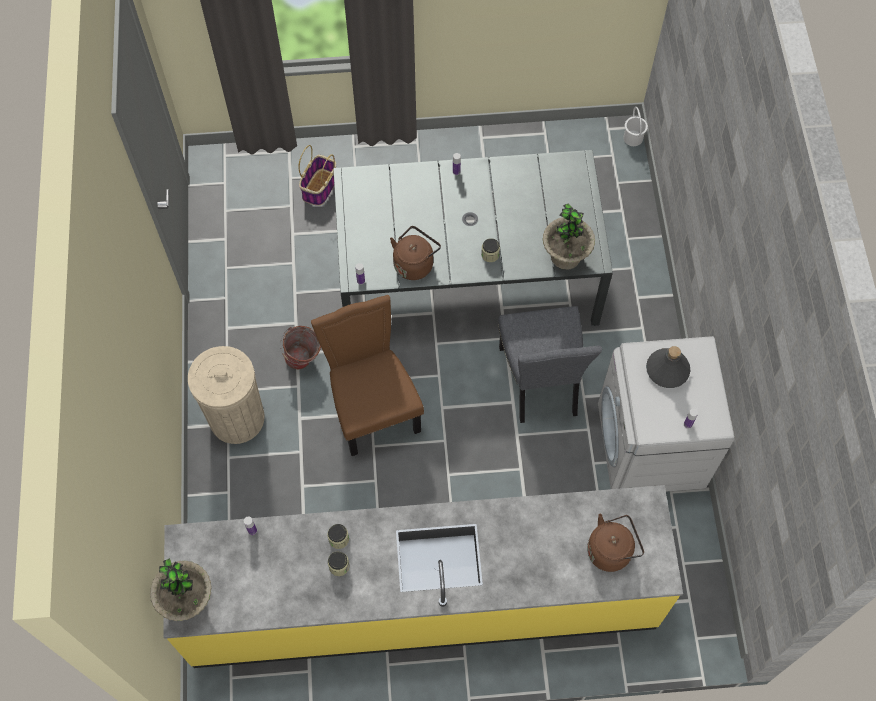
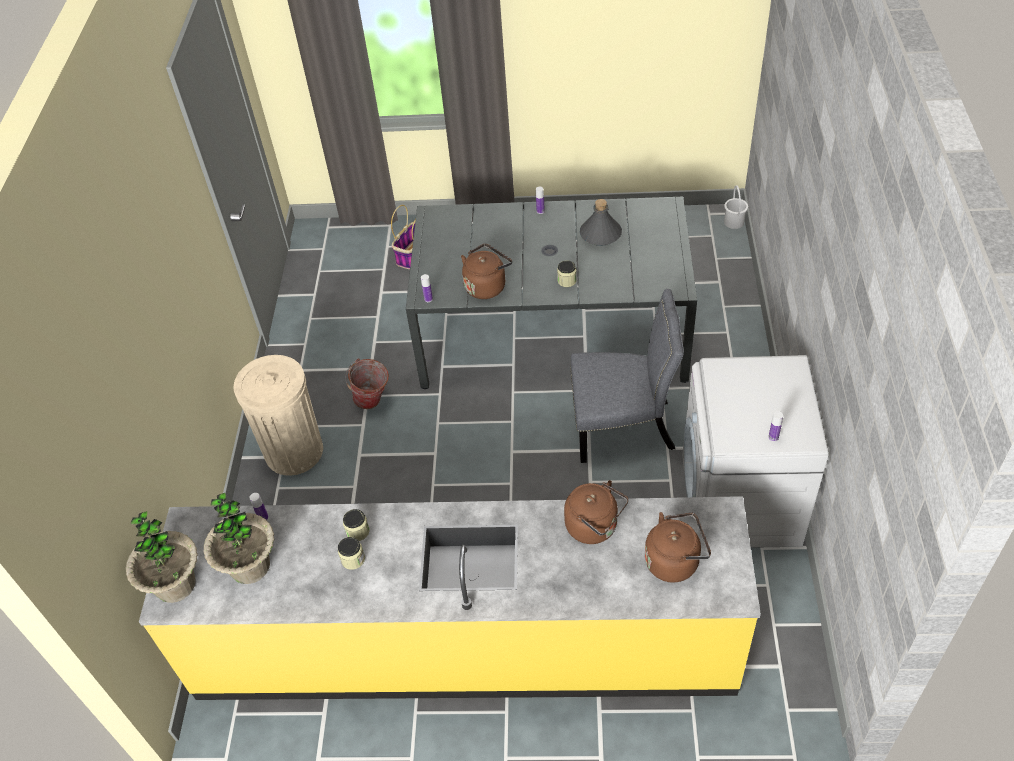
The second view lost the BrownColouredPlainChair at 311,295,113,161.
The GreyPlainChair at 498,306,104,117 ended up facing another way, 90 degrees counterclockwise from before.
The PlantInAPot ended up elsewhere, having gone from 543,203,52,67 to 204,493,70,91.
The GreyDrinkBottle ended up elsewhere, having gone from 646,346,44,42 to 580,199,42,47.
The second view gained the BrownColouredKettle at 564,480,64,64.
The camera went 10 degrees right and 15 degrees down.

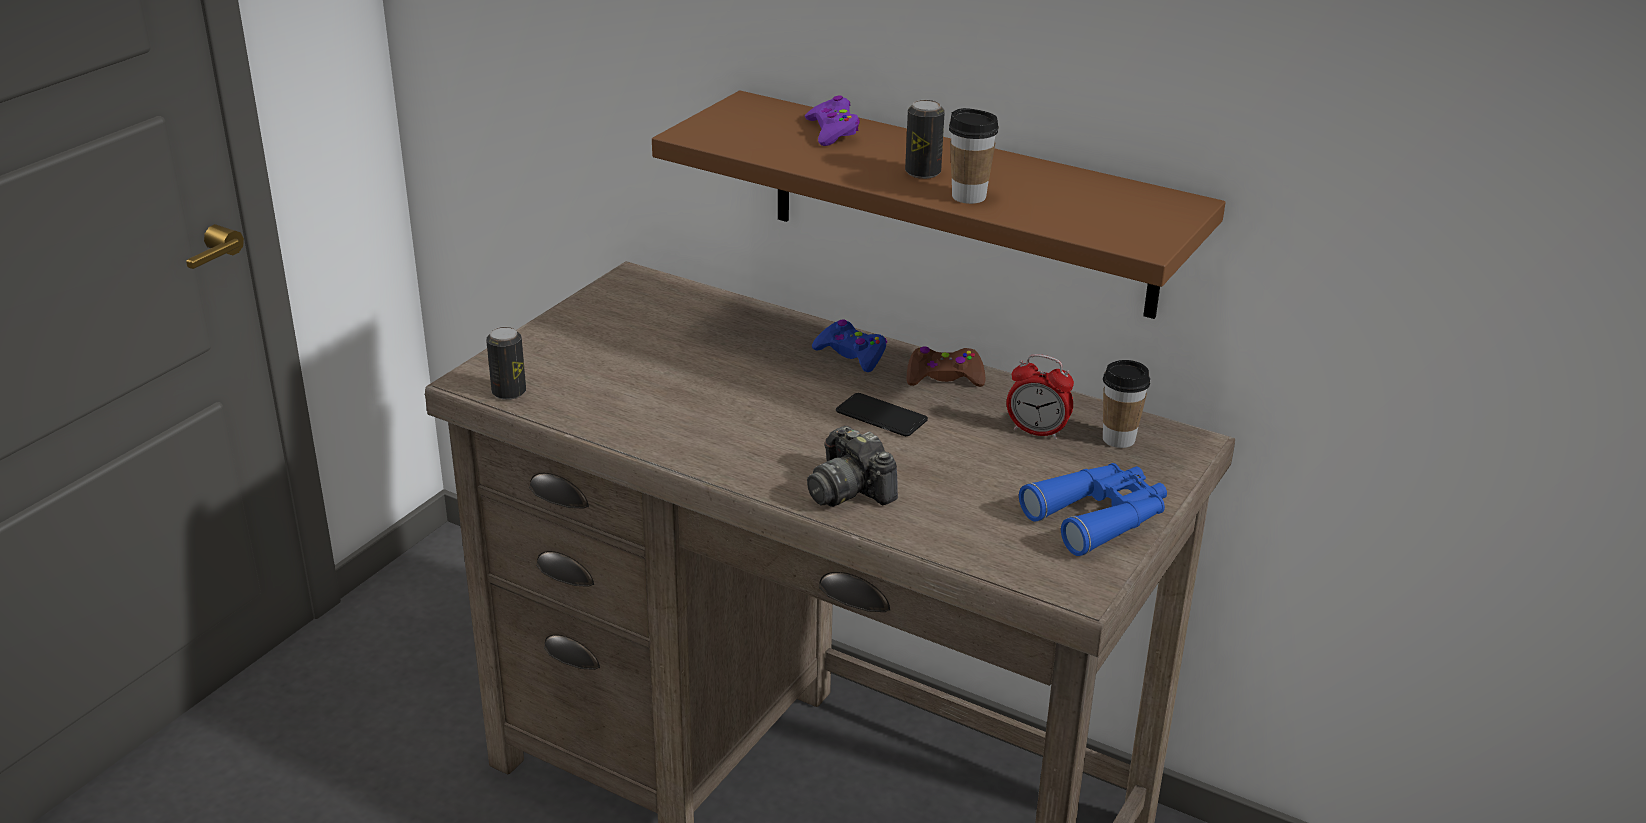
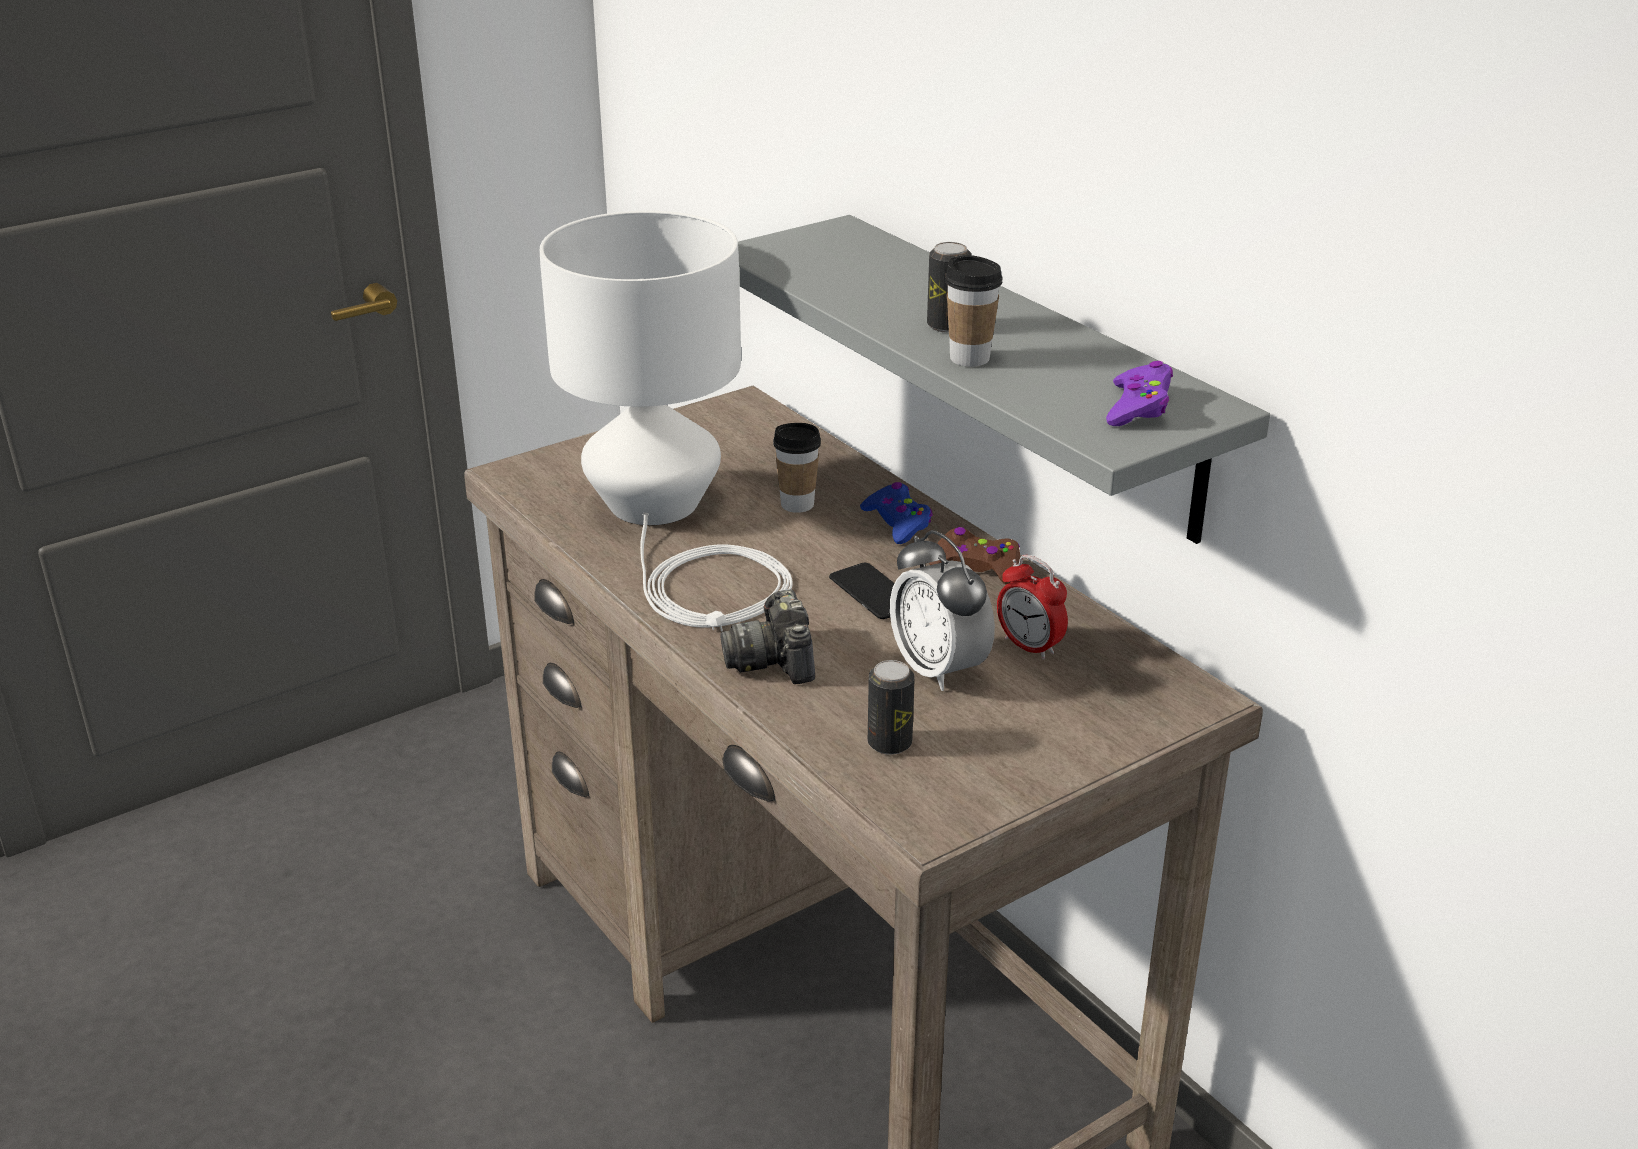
The Can ended up elsewhere, having gone from 486,327,40,73 to 868,660,47,95.
What was the BrownColouredShelf at 652,91,574,228 turned into the GreyShelf at 738,215,532,329.
The PurplishGamepad ended up elsewhere, having gone from 805,95,55,51 to 1106,361,67,65.
The second view lost the BlueFieldGlasses at 1019,463,148,93.
The DrinkingCup ended up elsewhere, having gone from 1103,360,47,88 to 773,423,48,90.
The second view gained the WhitishTableLamp at 540,211,252,420.
The second view gained the BedsideClock at 890,530,105,161.
The camera went 25 degrees right and 0 degrees up.

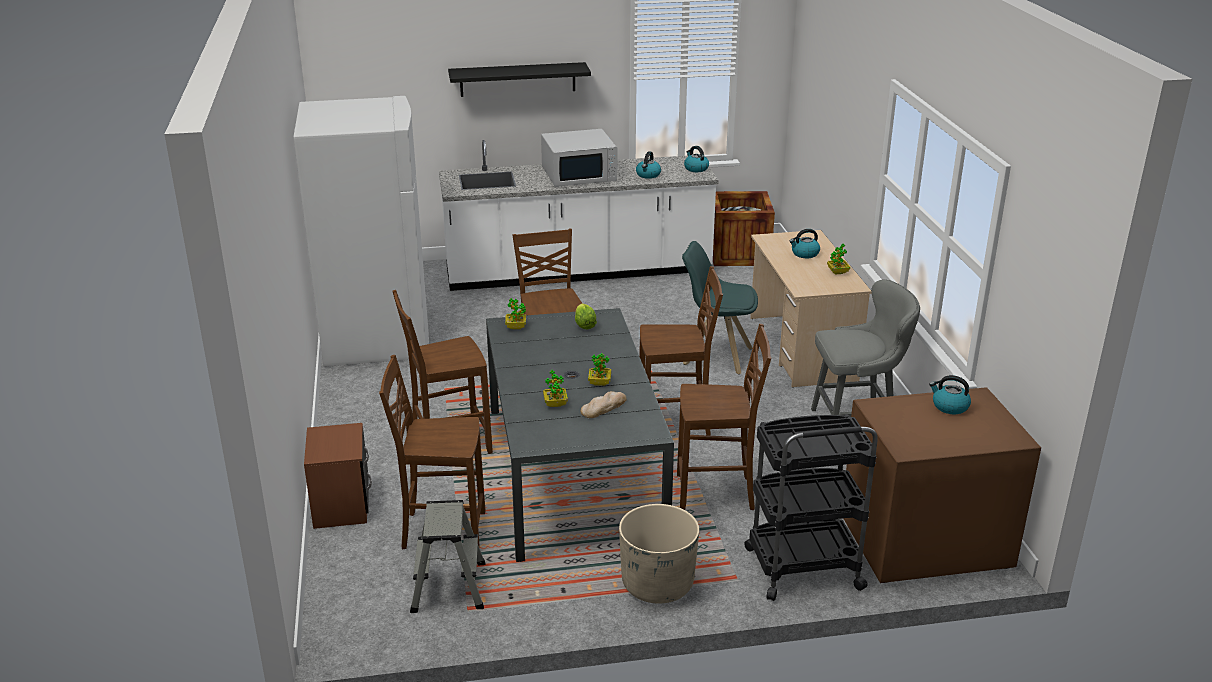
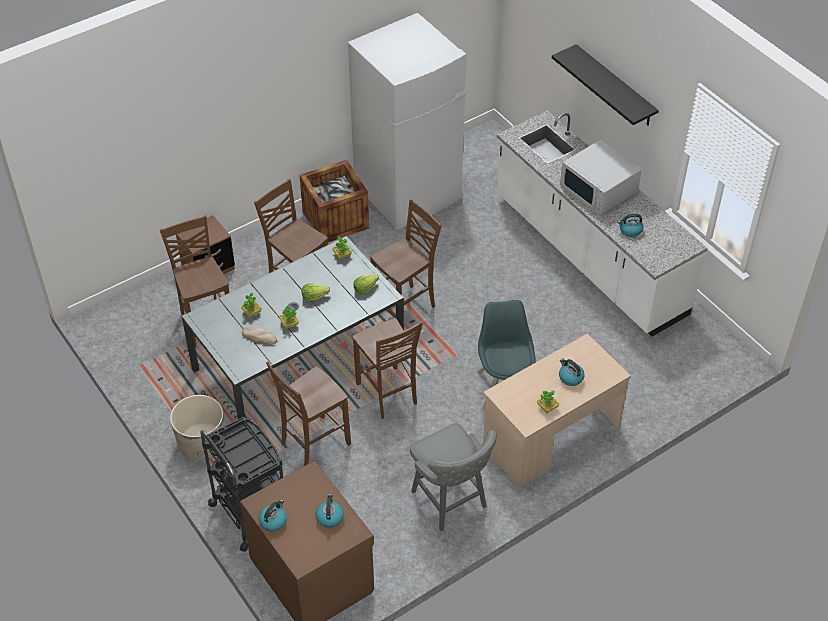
The second view lost the GreyStepladder at 410,500,76,113.
The BrownColouredPlainChair at 677,324,94,186 ended up facing another way, 75 degrees clockwise from before.
The Kettle ended up elsewhere, having gone from 684,146,25,26 to 259,499,28,32.
The PackingCrate ended up elsewhere, having gone from 713,191,62,75 to 299,160,70,82.
The second view gained the HeadOfLettuce at 302,284,28,17.
The camera went 65 degrees right and 20 degrees up.

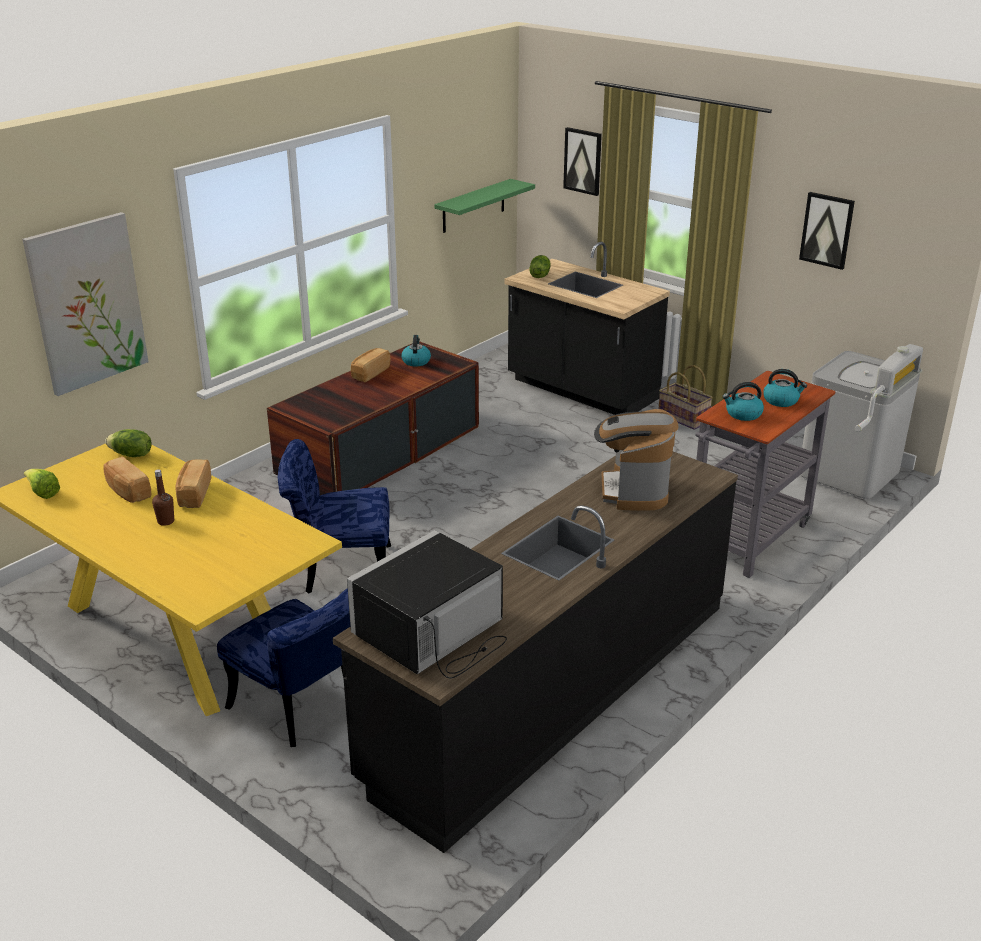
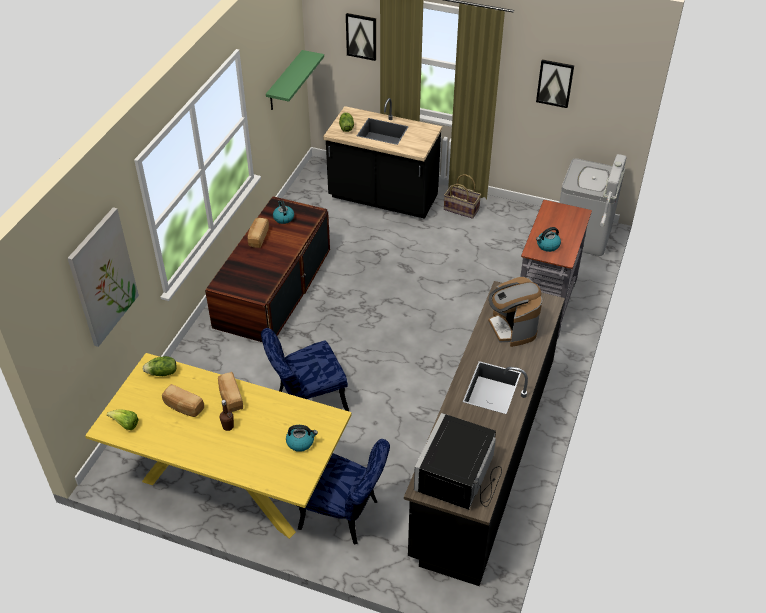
The Kettle ended up elsewhere, having gone from 763,369,44,38 to 286,425,32,27.
The camera went 20 degrees left and 15 degrees up.

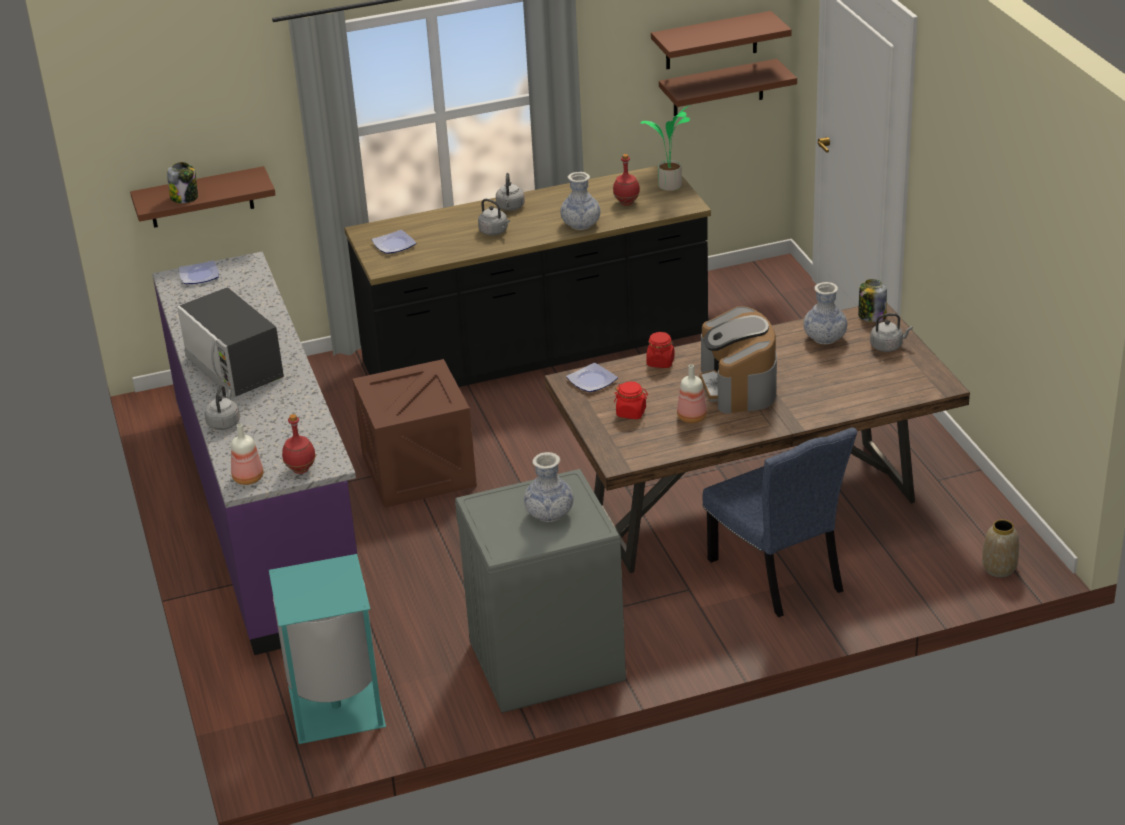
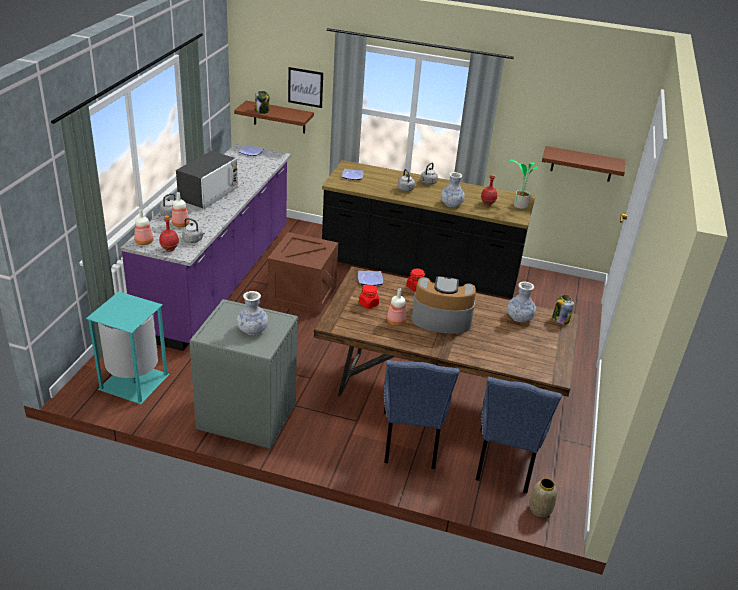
The KitchenMicrowave at 177,287,107,111 ended up facing another way, 150 degrees counterclockwise from before.
The second view lost the BrownColouredShelf at 651,11,141,58.
The CoffeeMaker at 700,306,77,108 ended up facing another way, 75 degrees clockwise from before.
The GreyKettle ended up elsewhere, having gone from 870,313,43,39 to 182,218,23,25.
The second view gained the DrinkBottle at 172,192,18,36.
The second view gained the Picture at 288,67,35,41.
The second view gained the BluePlainChair at 476,377,86,116.
The camera went 30 degrees right and 0 degrees up.

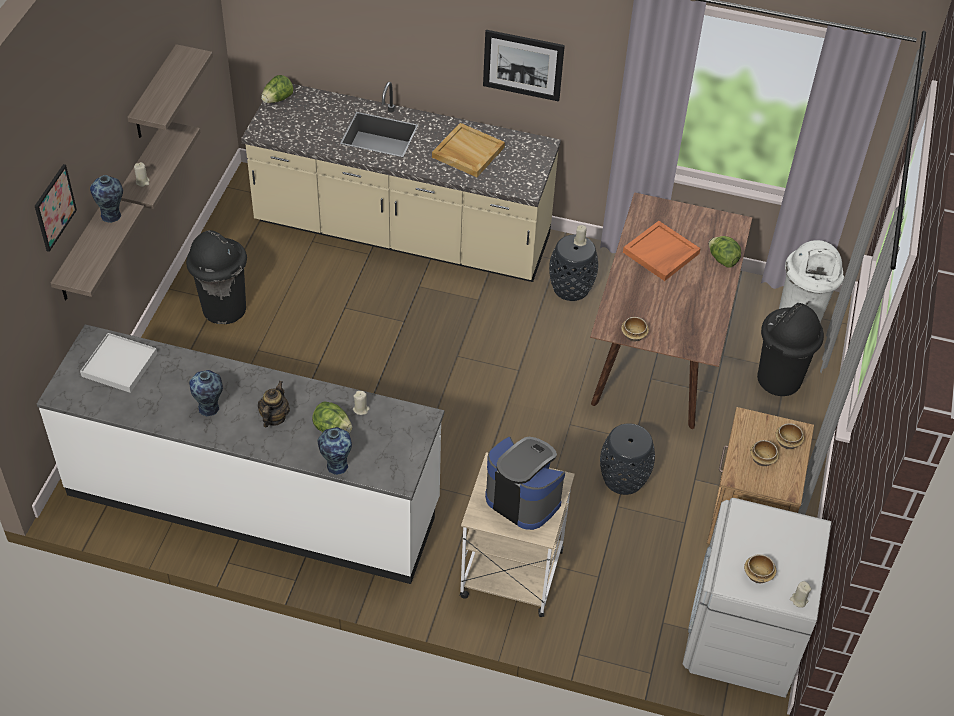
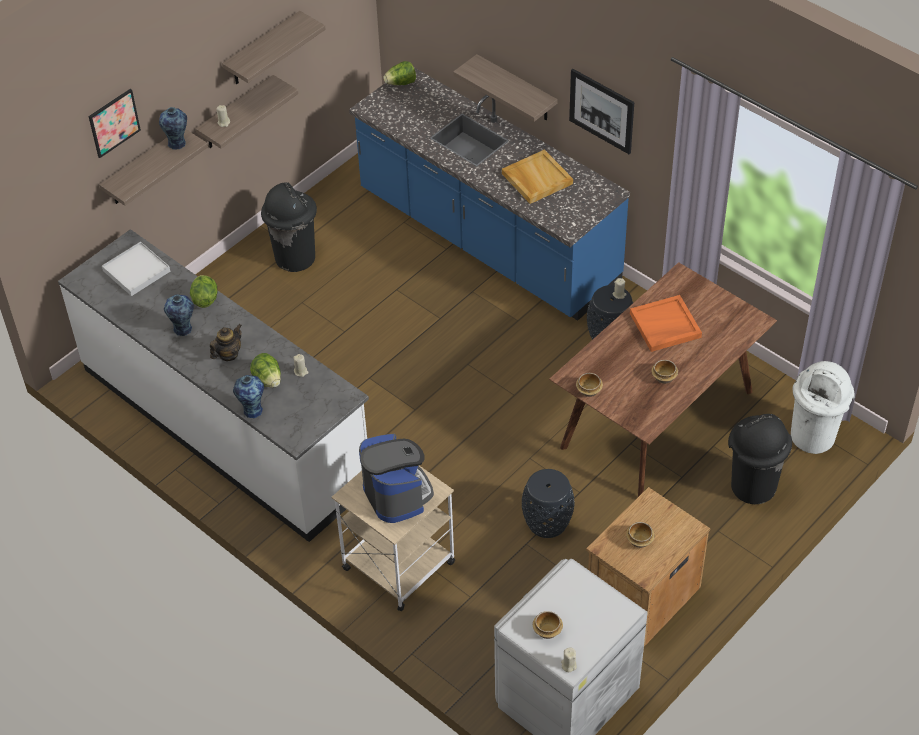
What was the BeigeColouredCounter at 241,82,320,200 turned into the BlueCounter at 349,68,281,253.
The HeadOfLettuce ended up elsewhere, having gone from 709,236,32,32 to 190,275,28,33.
The ServingBowl ended up elsewhere, having gone from 775,423,29,26 to 651,360,27,24.
The second view gained the Shelf at 453,54,105,68.
The camera went 30 degrees right and 0 degrees up.

